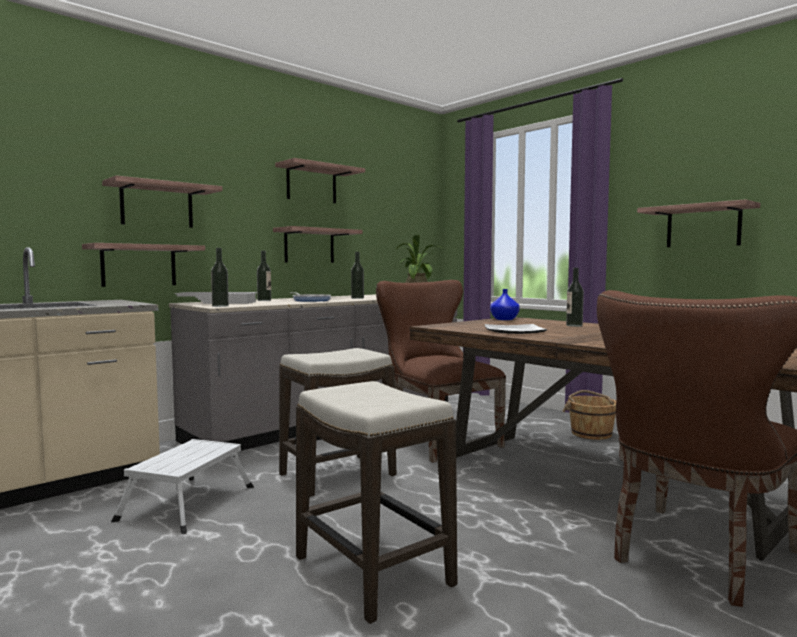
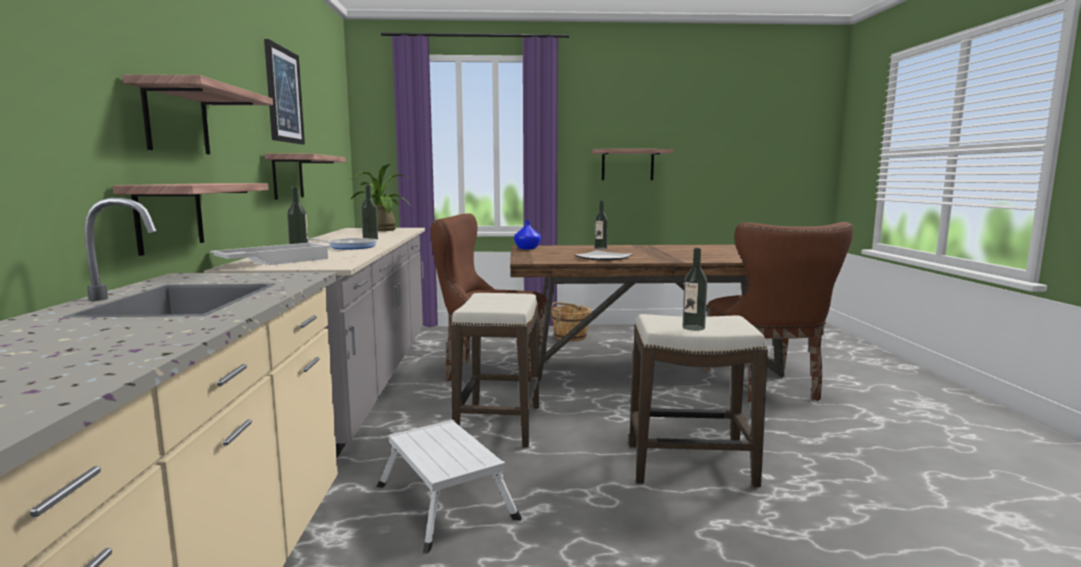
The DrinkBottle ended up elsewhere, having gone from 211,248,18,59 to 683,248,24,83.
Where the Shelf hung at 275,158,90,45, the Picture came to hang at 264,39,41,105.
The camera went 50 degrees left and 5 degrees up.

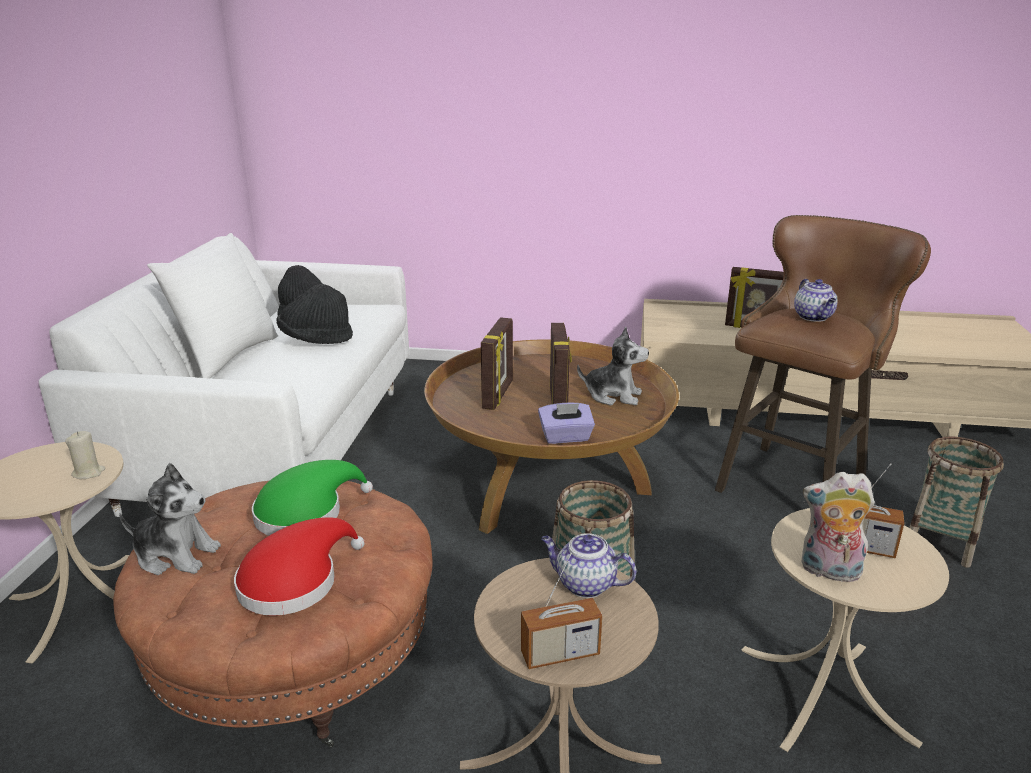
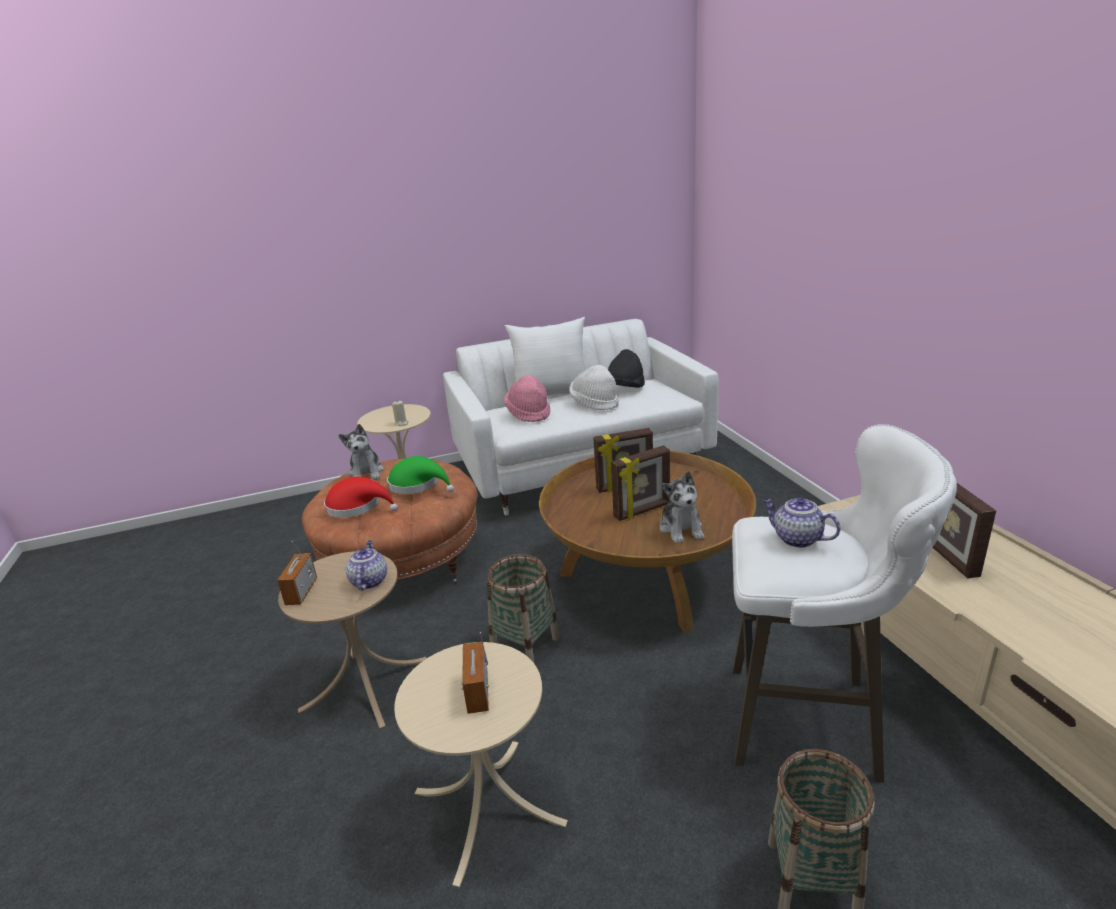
What was the BlackHat at 276,284,77,60 turned into the WhitishHat at 569,365,50,46.
The RadioReceiver at 521,553,81,116 ended up facing another way, 45 degrees clockwise from before.
The second view lost the PurplishTissueHolder at 538,403,57,41.
What was the BrownColouredSittingStool at 715,215,216,278 turned into the WhitishSittingStool at 732,424,225,359.
The PotForTea at 794,279,43,43 ended up facing another way, 75 degrees clockwise from before.
The second view lost the CuddlyToy at 802,472,73,110.
The second view gained the PinkColouredHat at 504,375,46,47.
The camera went 65 degrees right and 0 degrees up.

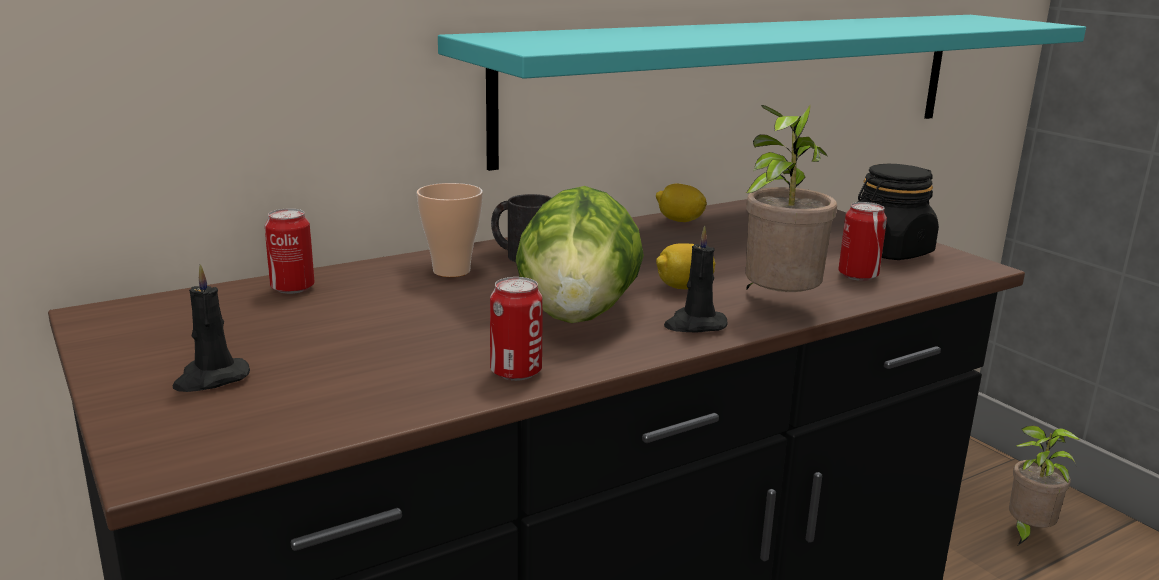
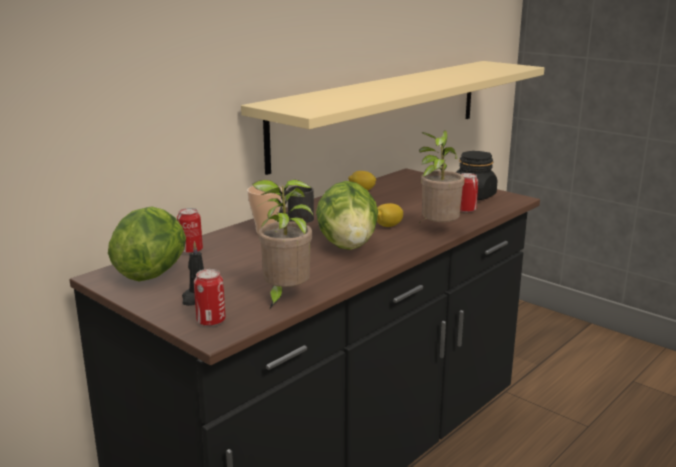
What was the TurquoiseColouredShelf at 438,15,648,156 turned into the BeigeColouredShelf at 241,61,303,114.
The Can ended up elsewhere, having gone from 490,277,53,104 to 194,269,32,57.
The second view lost the BlackWaxCandle at 664,225,64,107.
The PlantInAPot ended up elsewhere, having gone from 1009,425,71,120 to 252,179,62,129.
The second view gained the HeadOfLettuce at 108,207,78,74.
The camera went 15 degrees left and 0 degrees up.

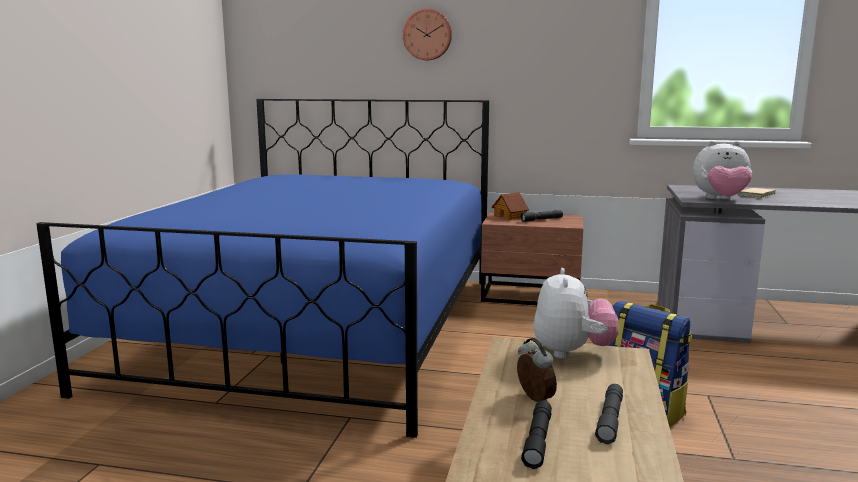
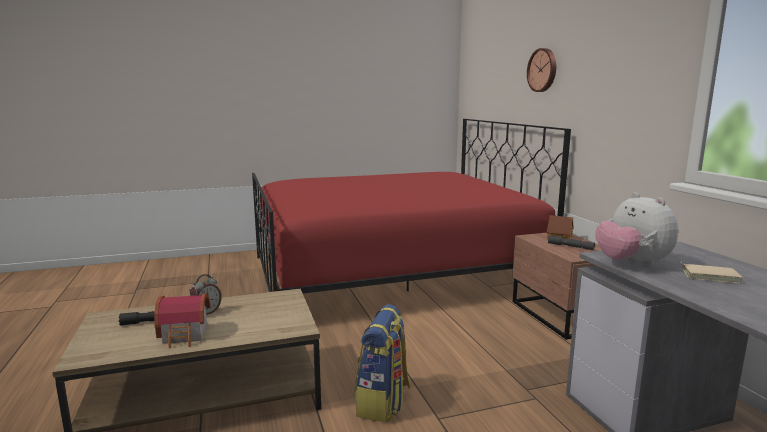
What was the BlueSleepingBed at 36,99,453,339 turned into the RedSleepingBed at 252,119,319,175.
The second view lost the CuddlyToy at 534,268,85,91.
Where the GreyFlashlight stood at 595,384,28,60, the MiniatureHouse came to stand at 154,287,56,62.
The camera went 60 degrees right and 0 degrees up.

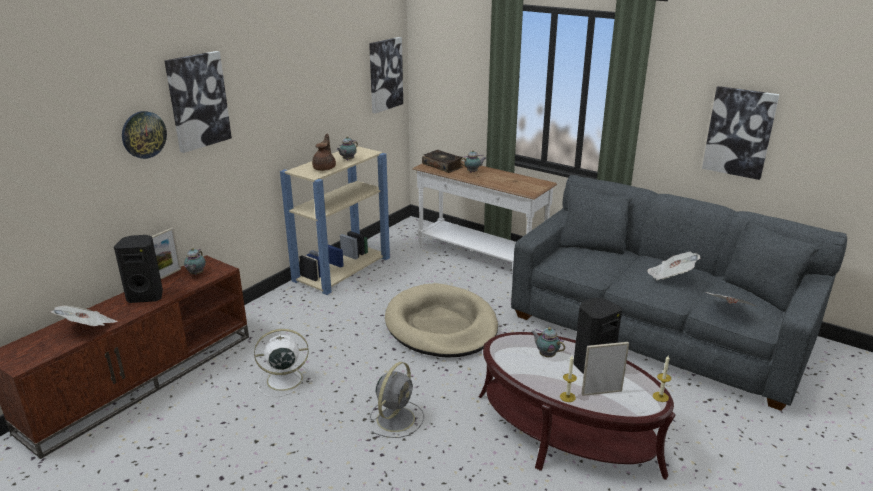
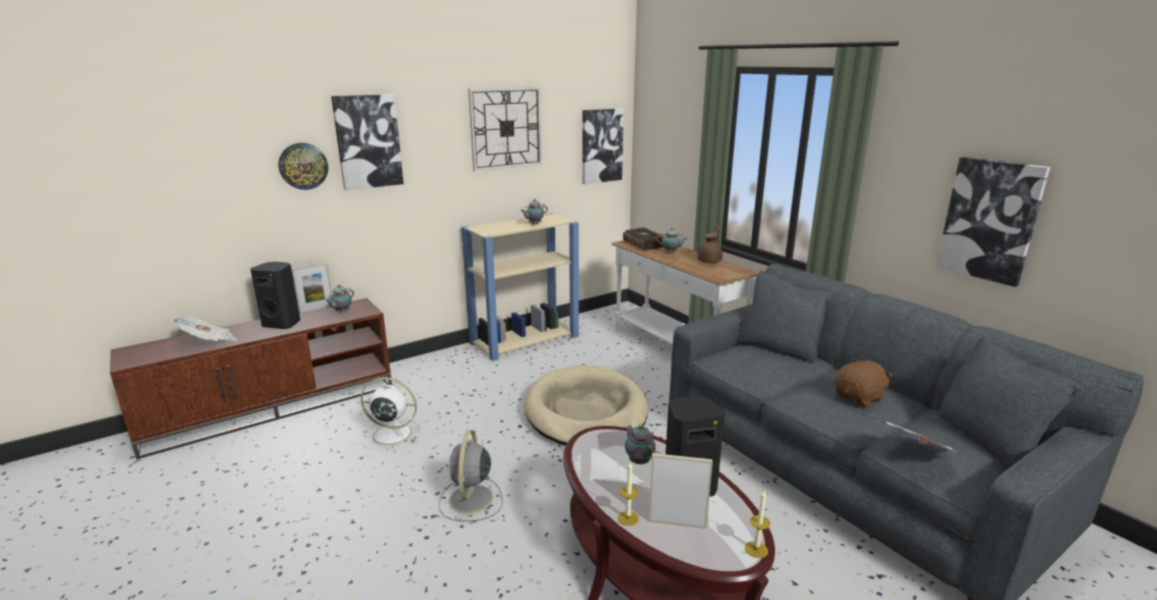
The BrownColouredPotForTea ended up elsewhere, having gone from 312,133,24,38 to 697,225,26,38.
The GreyElectricFan at 370,362,54,76 ended up facing another way, 135 degrees clockwise from before.
Where the DailyPaper stood at 647,252,53,28, the BrownColouredCuddlyToy came to stand at 835,358,58,50.
The second view gained the HangingClock at 468,87,74,85.
The camera went 20 degrees right and 5 degrees down.

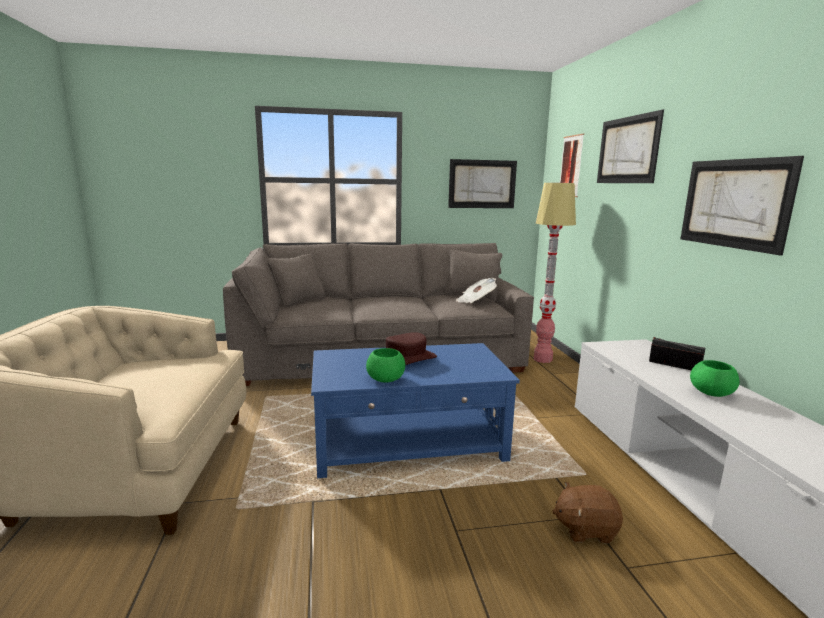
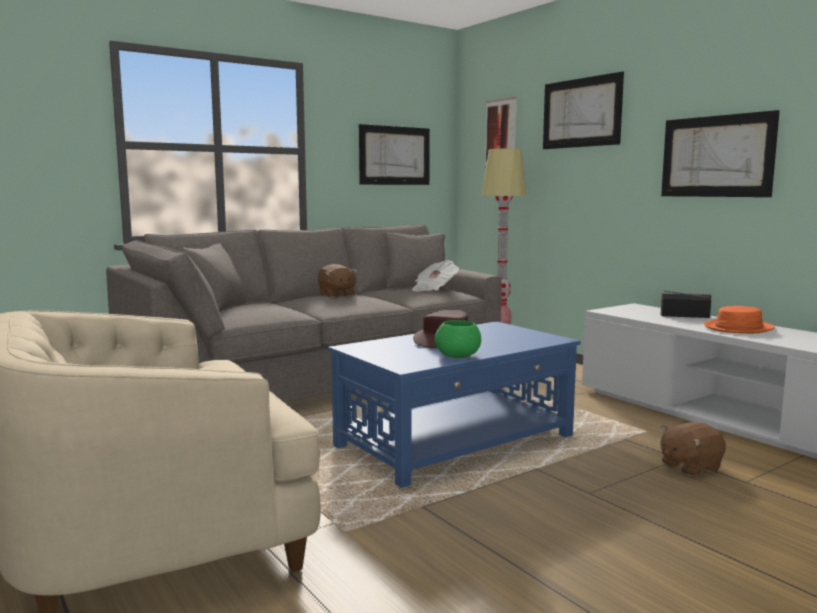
Where the GreenishServingBowl stood at 690,360,49,37, the OrangeyHat came to stand at 704,306,71,27.
The second view gained the BrownColouredCuddlyToy at 318,264,40,33.
The camera went 25 degrees left and 5 degrees down.

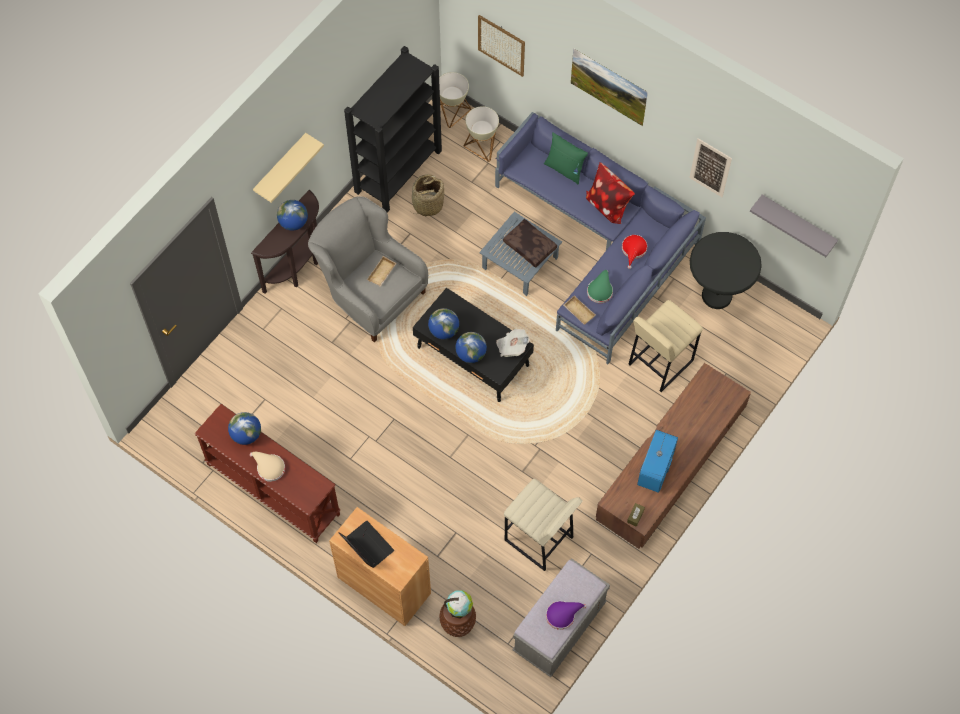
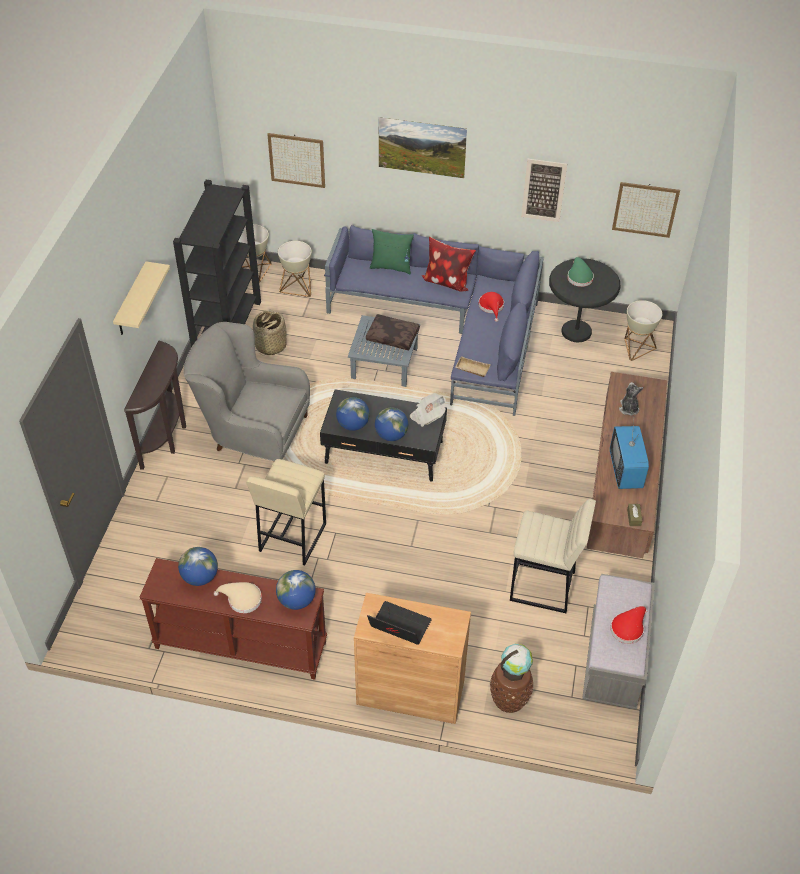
The DeskGlobe ended up elsewhere, having gone from 277,200,31,31 to 276,570,40,40.
The second view lost the BeigeColouredTray at 367,256,29,31.
What was the PurplishHat at 546,601,40,29 turned into the RedHat at 610,606,37,38.
The GreenishHat ended up elsewhere, having gone from 587,270,26,33 to 567,257,27,30.
The BeigeColouredSittingStool ended up elsewhere, having gone from 628,300,75,92 to 246,459,80,106.
Where the GreyShelf hung at 750,195,88,62, the Picture came to hang at 612,182,68,56.
The second view gained the CuddlyToy at 619,382,24,34.
The second view gained the PlantPot at 625,300,37,61.
The camera went 25 degrees left and 15 degrees down.

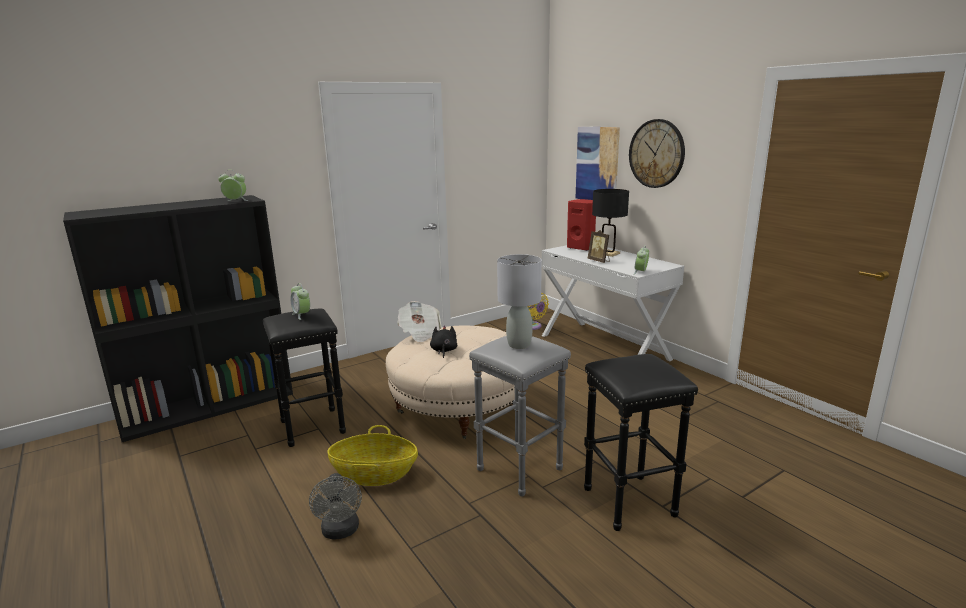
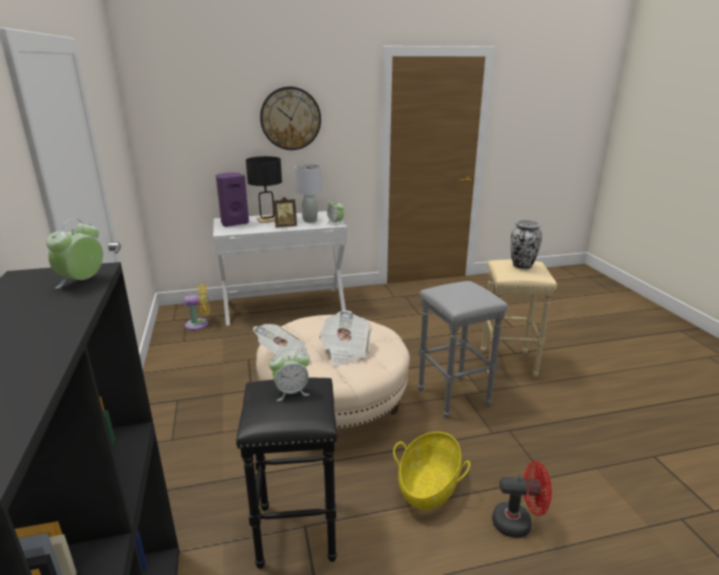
What was the GreyElectricFan at 309,473,53,67 turned into the RedElectricFan at 492,461,60,77.
Where the BlackCuddlyToy stood at 430,325,27,33, the DailyPaper came to stand at 319,310,53,56.
The GreyTableLamp ended up elsewhere, having gone from 497,254,45,95 to 294,164,28,58.
What was the RedAudioSpeaker at 567,199,29,52 turned into the PurplishAudioSpeaker at 216,172,33,55.
The second view lost the Picture at 576,127,44,73.
What was the BlackSittingStool at 584,354,114,177 turned into the BeigeColouredSittingStool at 481,260,76,117.
The second view gained the Vase at 511,220,31,49.
The camera went 70 degrees left and 5 degrees up.

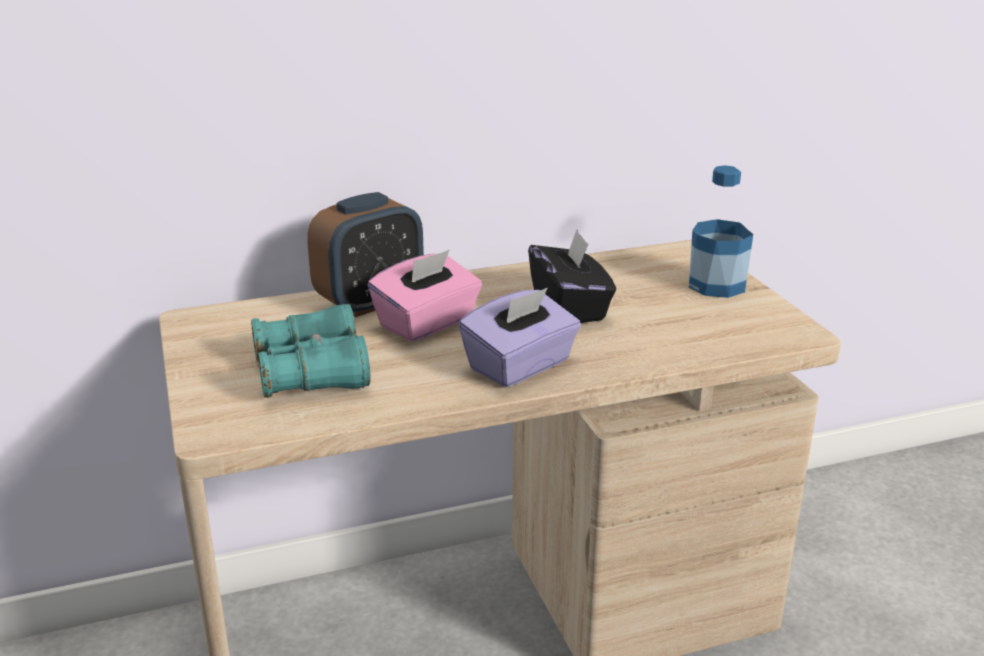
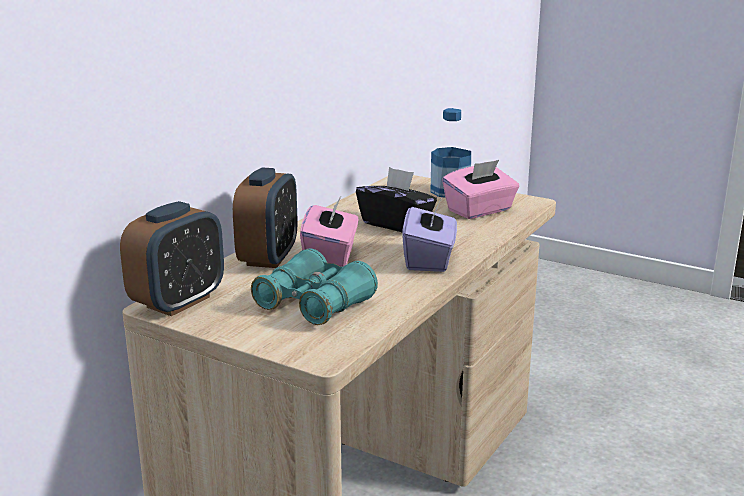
The second view gained the BedsideClock at 120,201,104,115.
The second view gained the PinkColouredTissueHolder at 442,160,78,59.
The camera went 40 degrees left and 5 degrees down.

